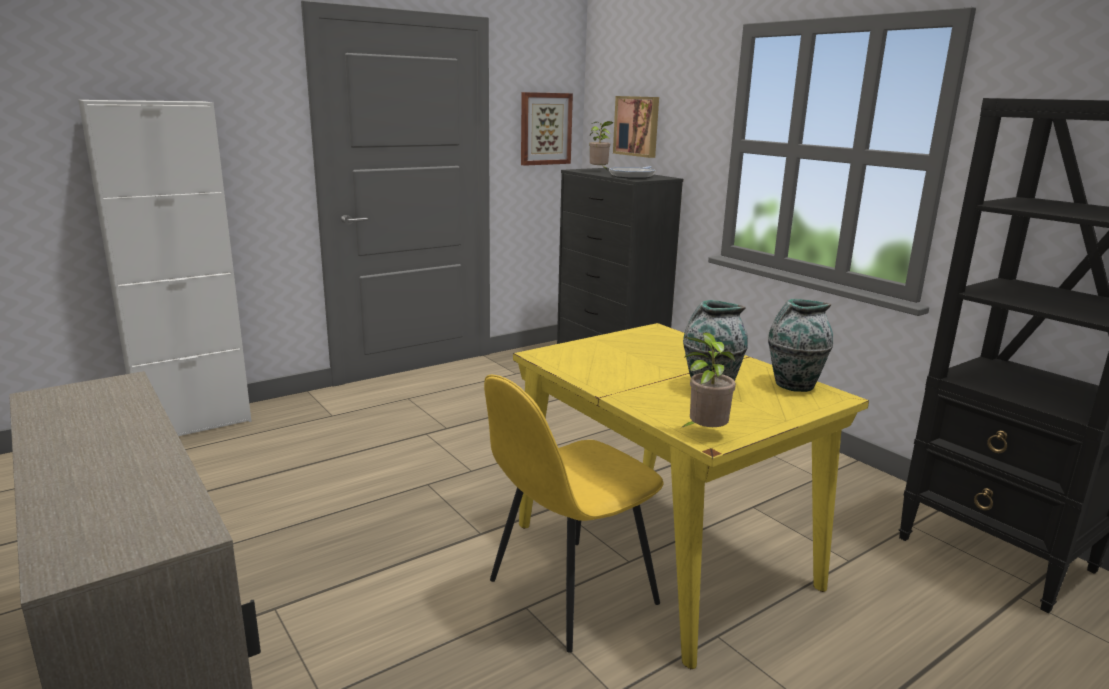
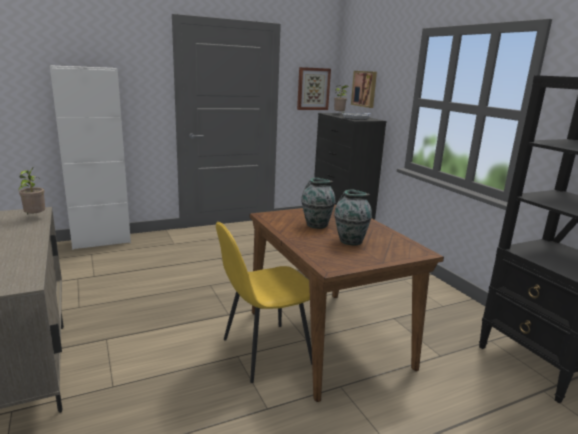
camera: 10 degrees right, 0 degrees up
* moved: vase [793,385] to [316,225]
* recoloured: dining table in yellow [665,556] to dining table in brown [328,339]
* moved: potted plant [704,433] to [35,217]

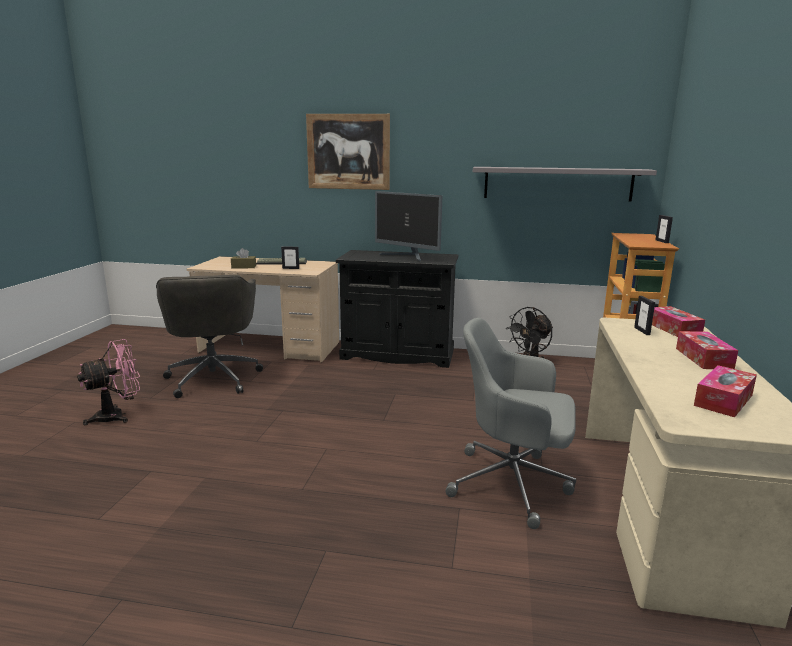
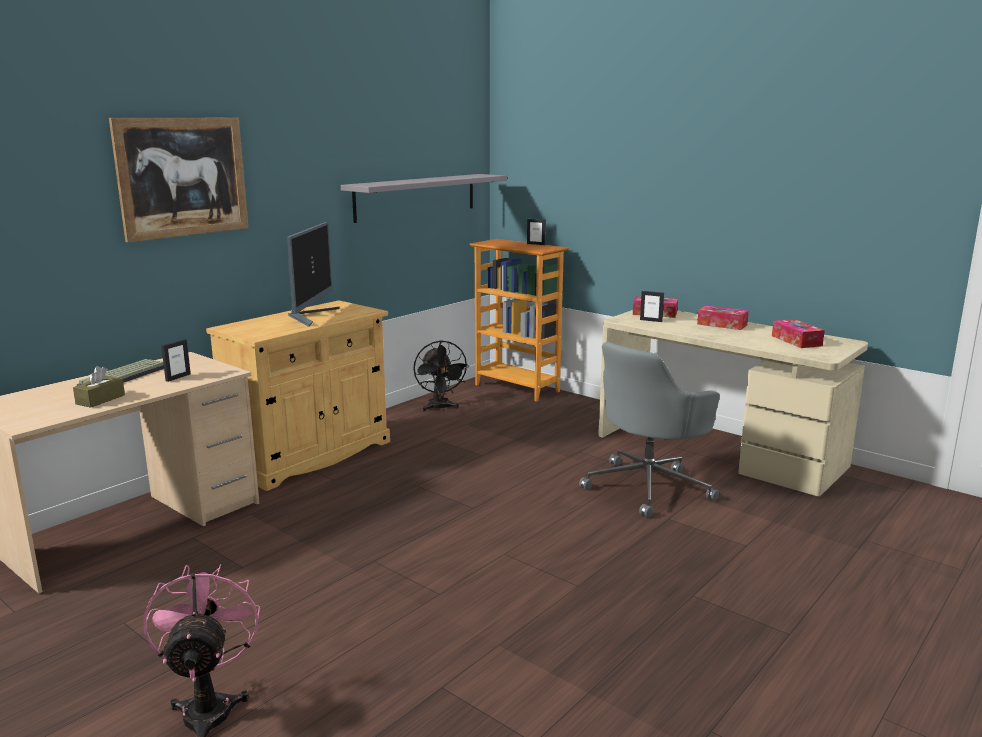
camera: 60 degrees left, 0 degrees up
* turned: monitor [408,256] = [310,316] 60 degrees counterclockwise
* recoloured: cabinet in black [397,354] to cabinet in beige [310,455]
* removed: office chair in grey [213,378]

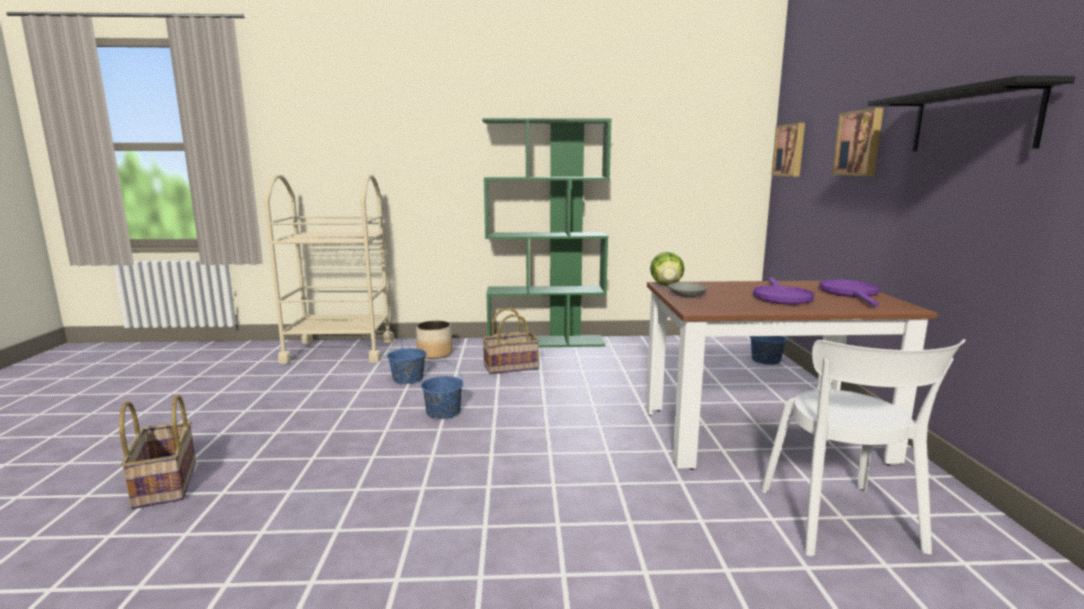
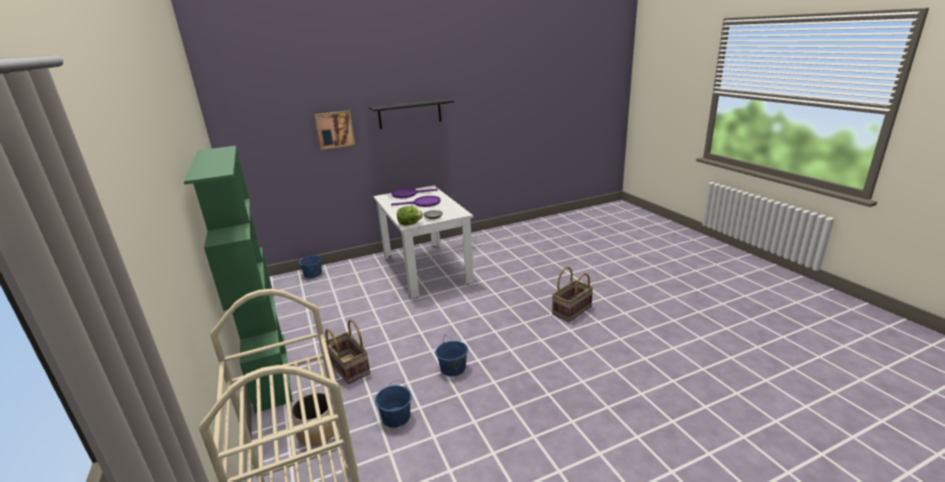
camera: 110 degrees left, 10 degrees up
* removed: picture [790,150]
* recoloured: dining table in brown [761,435] to dining table in white [426,269]
* removed: chair in white [842,524]
* moved: basket [164,484] to [572,311]

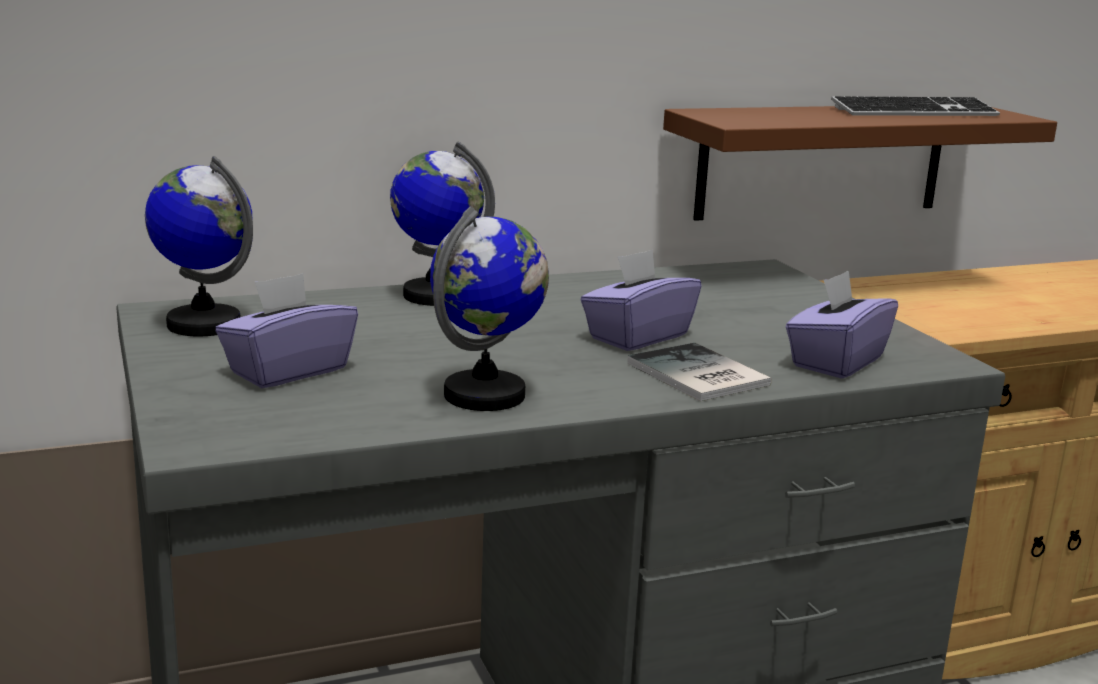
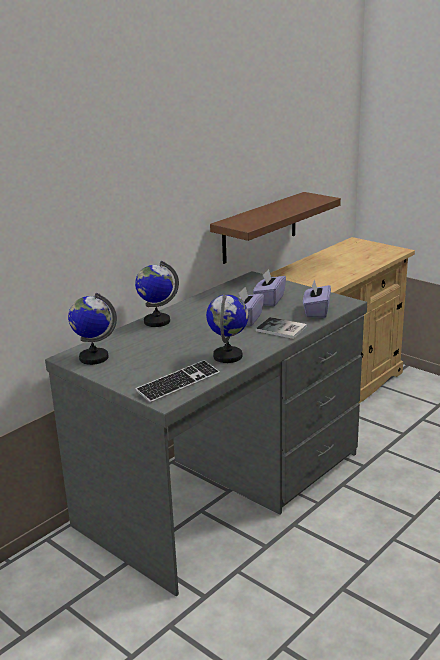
camera: 25 degrees left, 5 degrees up
* moved: keyboard [914,112] to [178,383]
* moved: tissue box in purple [288,371] to [269,300]

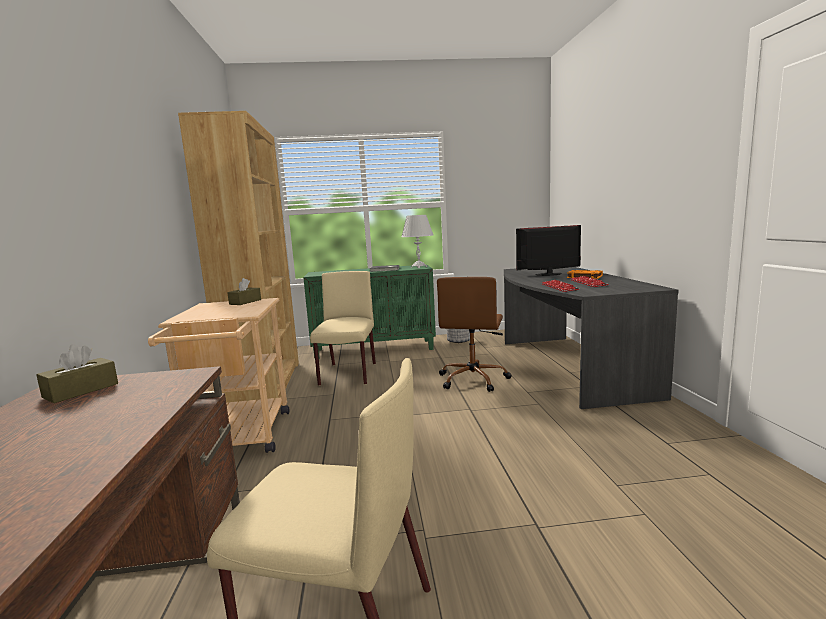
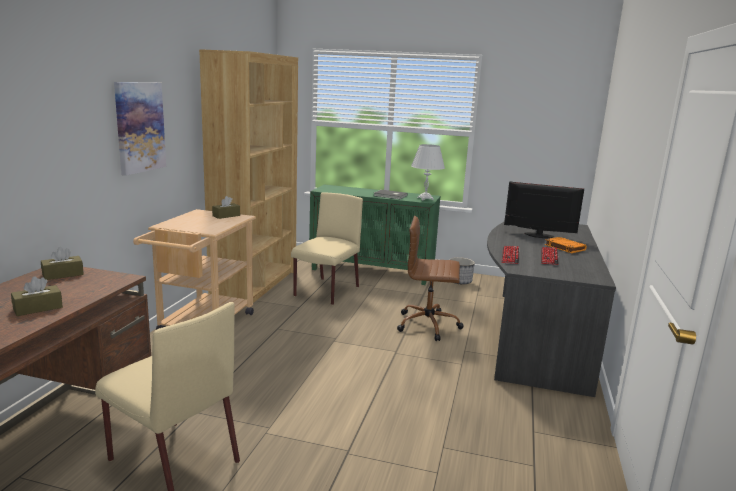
camera: 20 degrees right, 5 degrees up
* turned: office chair in brown [473,379] = [429,325] 60 degrees clockwise
* added: picture [139,127]
* added: tissue box in brown [38,308]

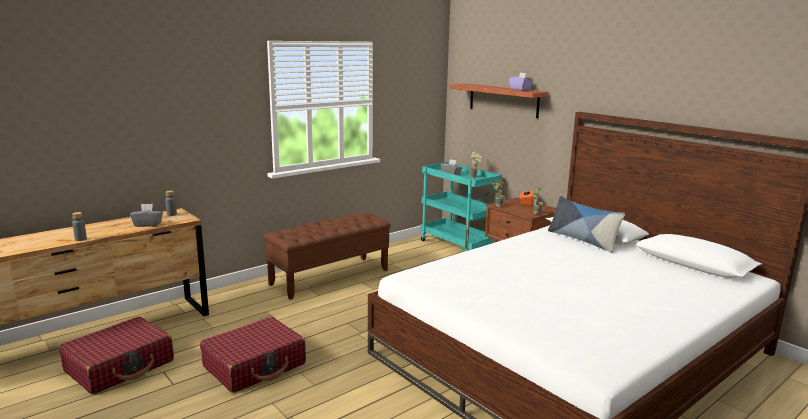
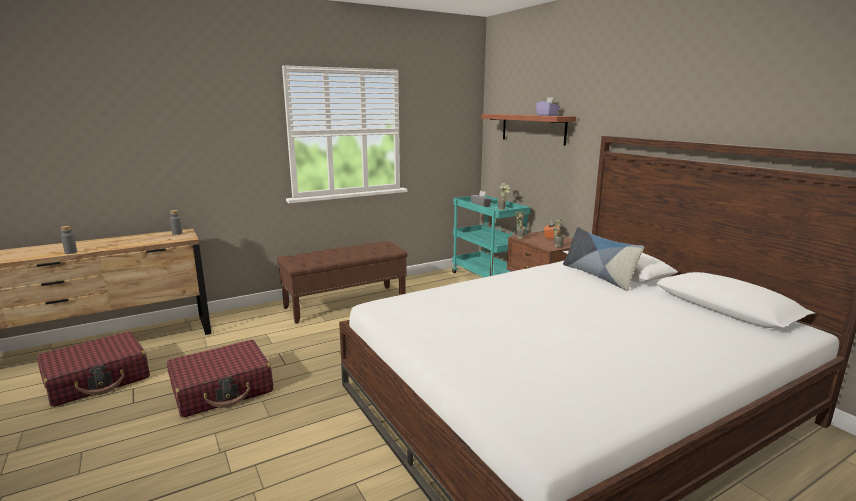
camera: 10 degrees right, 0 degrees up
* removed: tissue box in grey [148,224]

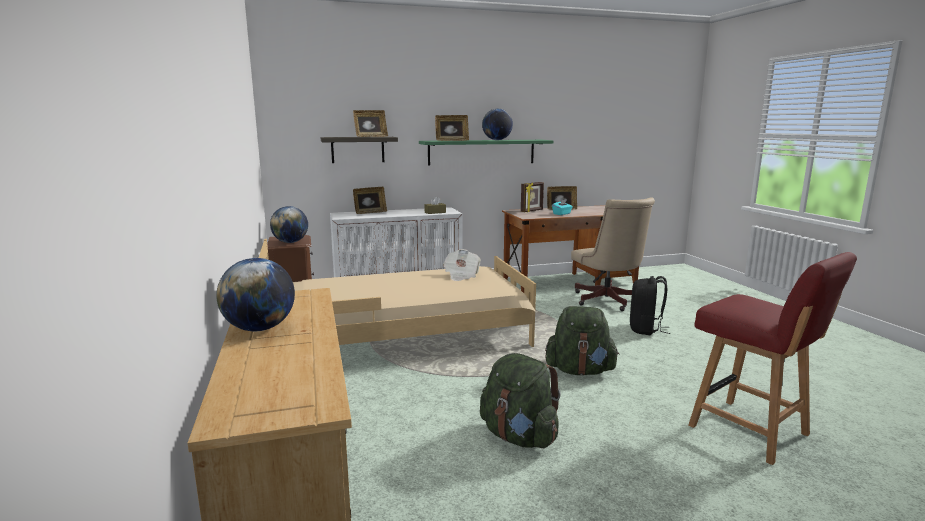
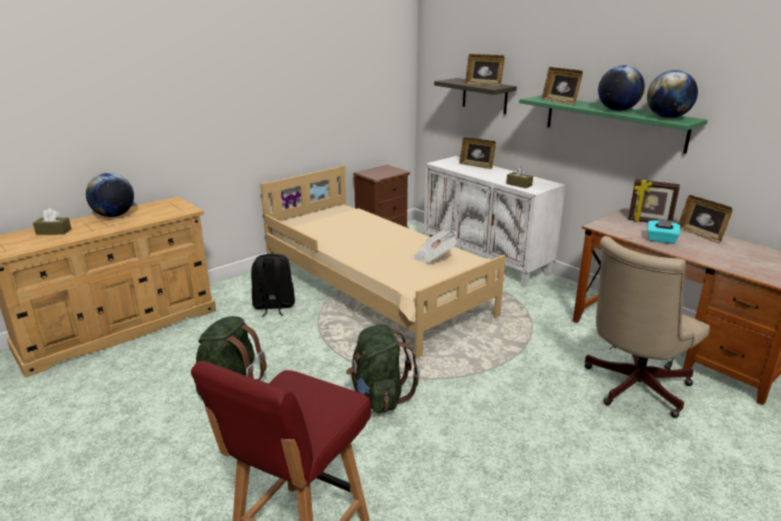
camera: 65 degrees right, 10 degrees up
* moved: globe [290,242] to [667,118]
* moved: backpack in black [646,329] to [273,306]
* added: tissue box in brown [53,231]

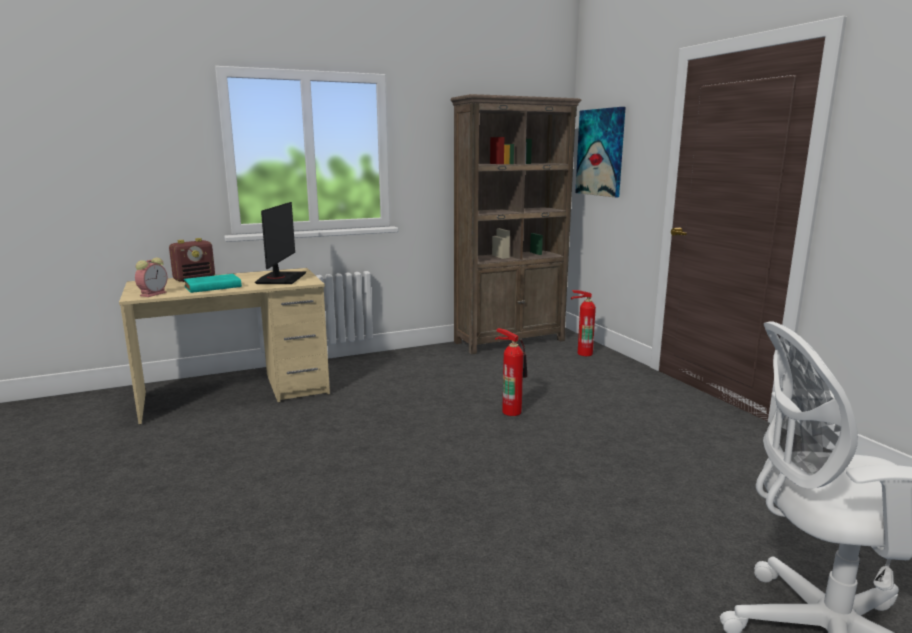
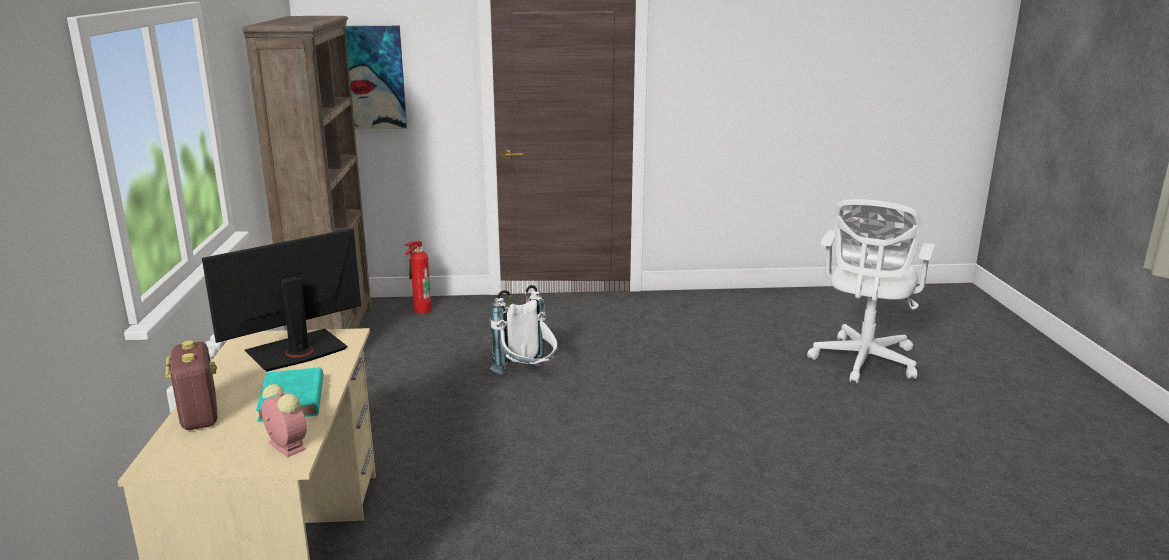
camera: 70 degrees left, 5 degrees up
* turned: monitor [280,278] = [297,351] 60 degrees counterclockwise
* replaced: fire extinguisher [511,411] to backpack in white [528,377]

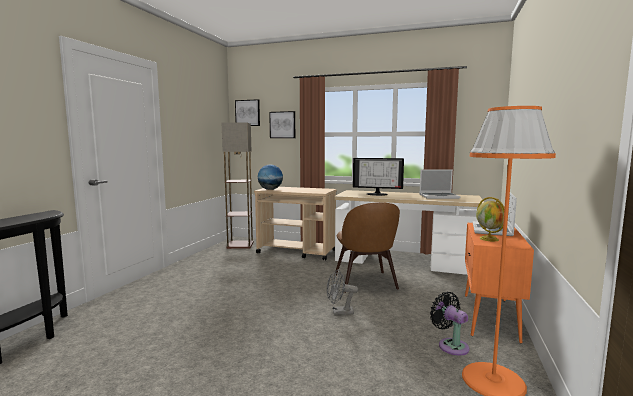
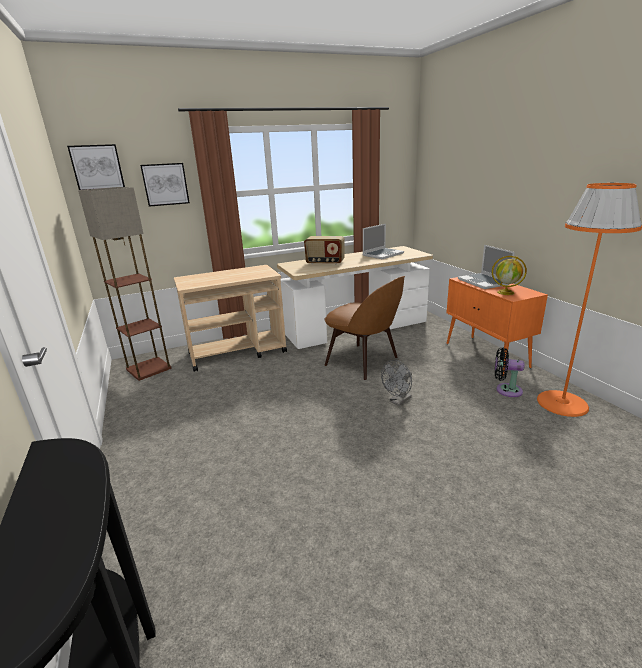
camera: 40 degrees left, 15 degrees up
* replaced: monitor [377,194] to radio [325,263]
* removed: globe [270,189]

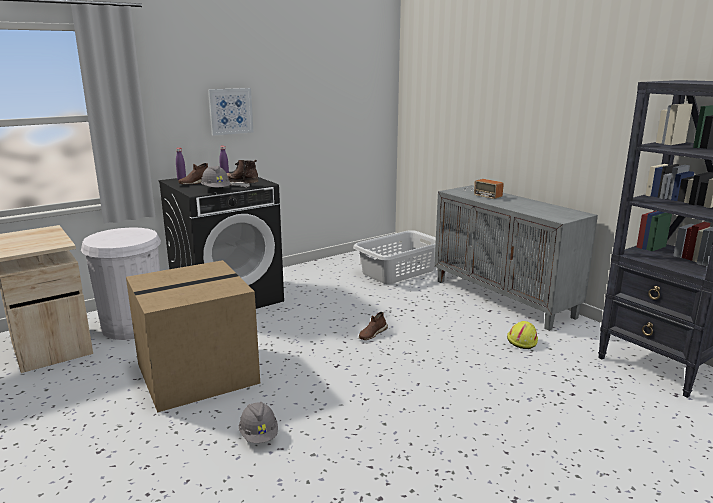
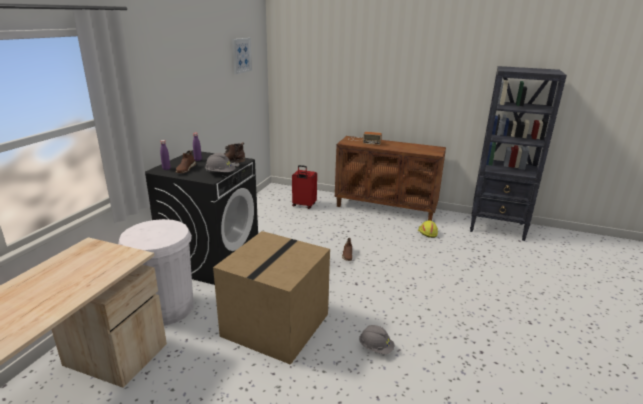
camera: 35 degrees left, 5 degrees up
* moved: picture [230,111] to [241,55]
* recoloured: cabinet in grey [504,298] to cabinet in brown [386,208]
* replaced: laundry basket in grey [397,272] to suitcase in red [303,205]

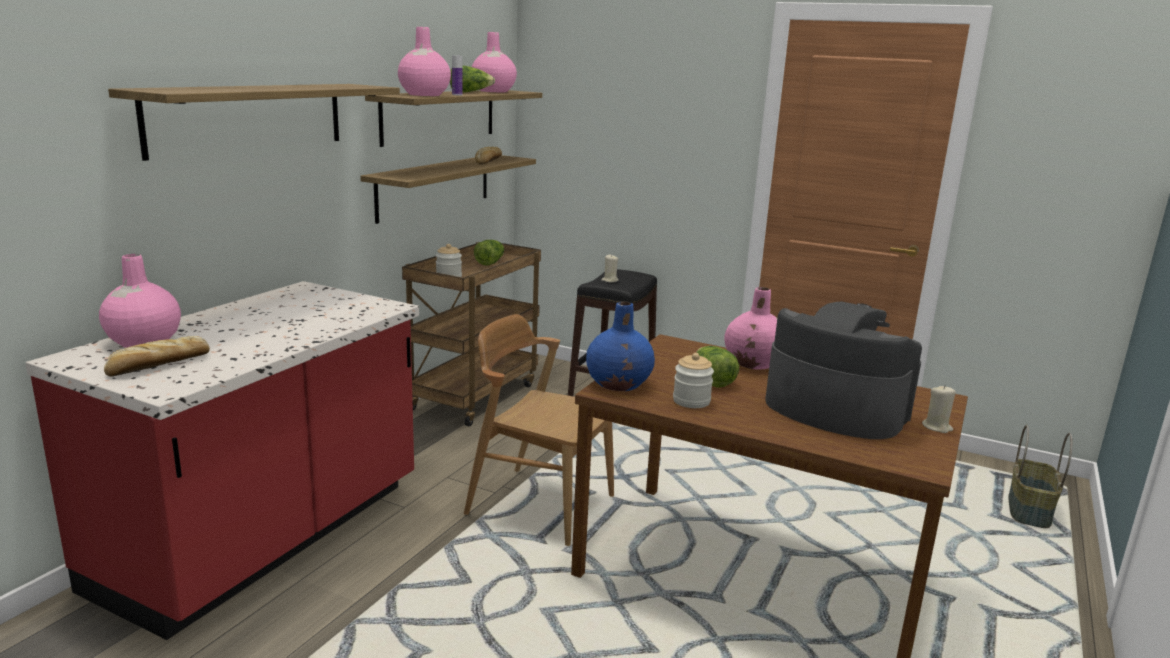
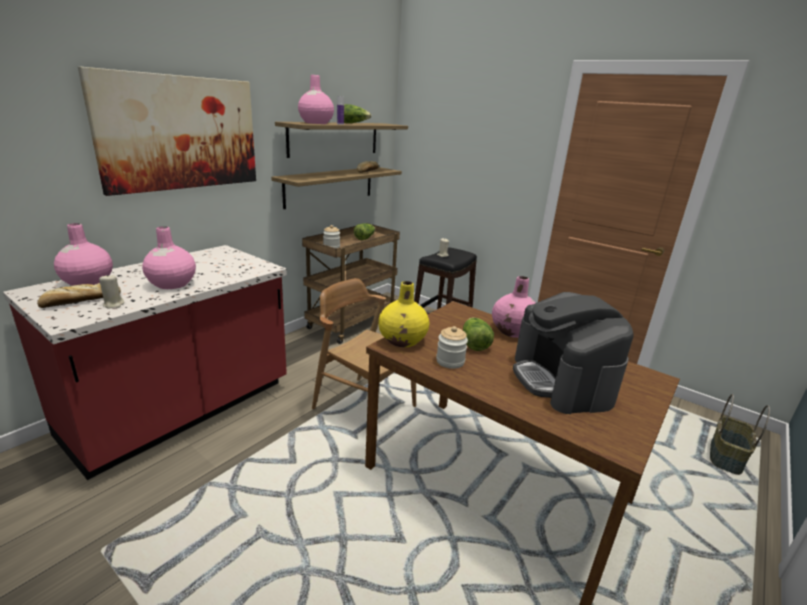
camera: 10 degrees right, 5 degrees up
* moved: vase in pink [493,91] to [171,284]
* replaced: shelf [249,117] to picture [180,133]
* recoloured: vase in blue [619,383] to vase in yellow [403,340]
* turned: coffee machine [834,409] = [562,380] 150 degrees counterclockwise
* moved: candle in beige [937,427] to [114,304]

